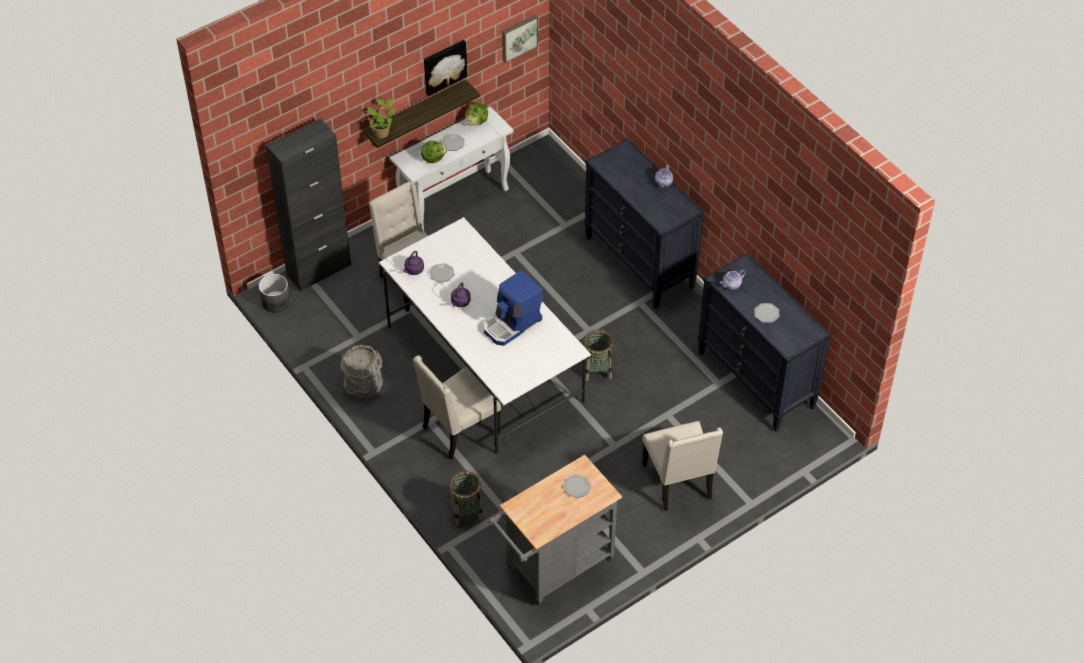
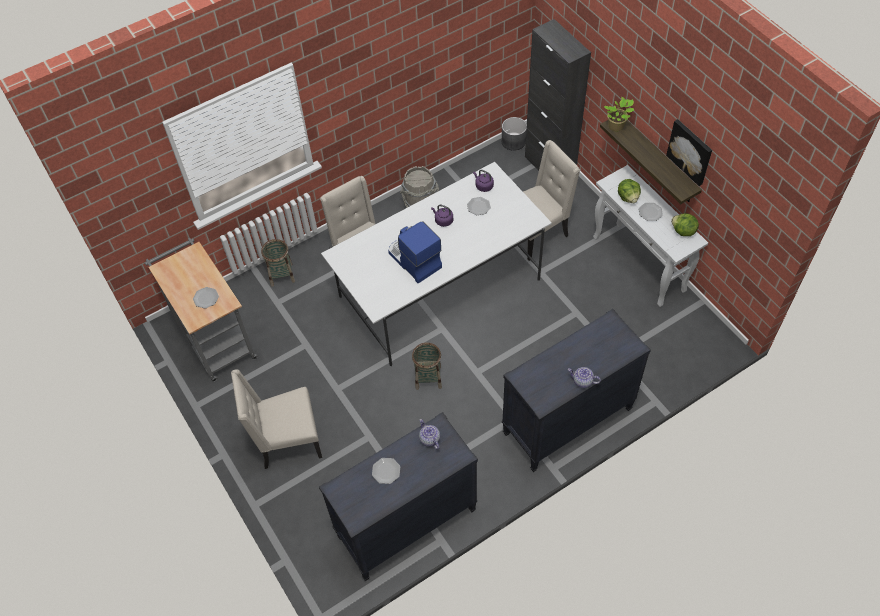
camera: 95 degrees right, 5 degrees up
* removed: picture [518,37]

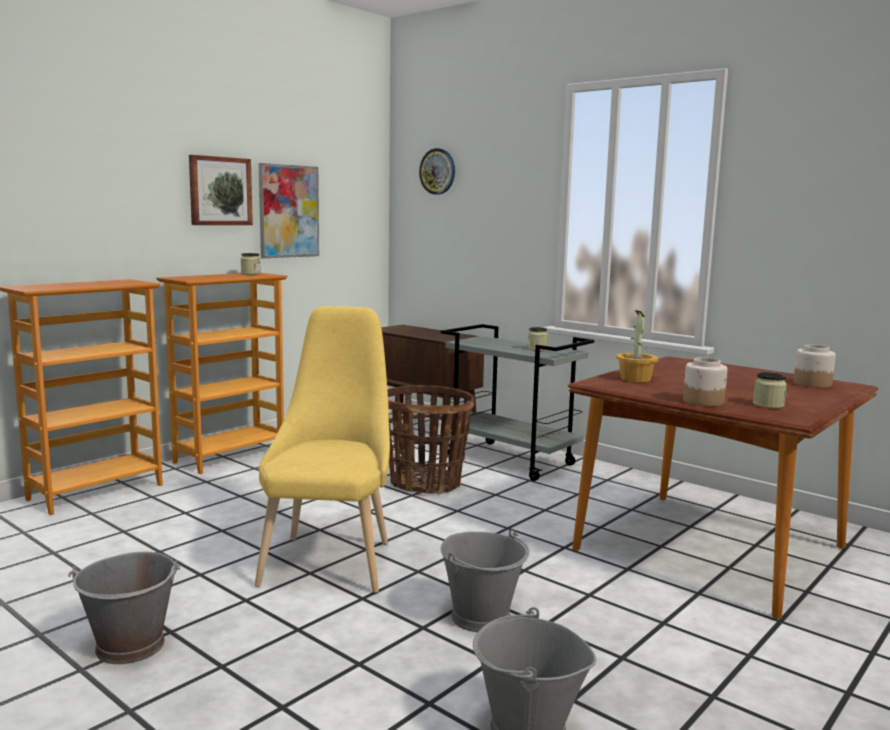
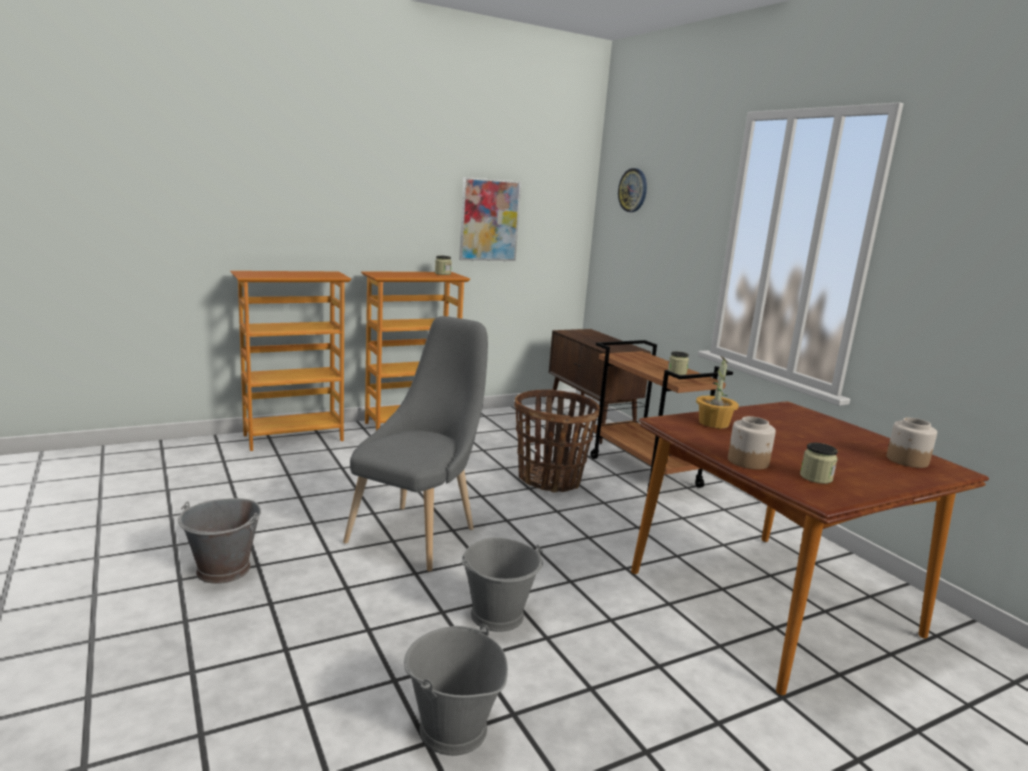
camera: 20 degrees right, 5 degrees up
* removed: picture [220,191]
* recoloured: chair in yellow [331,559] to chair in grey [418,533]
* recoloured: cart in grey [512,461] to cart in brown [646,472]

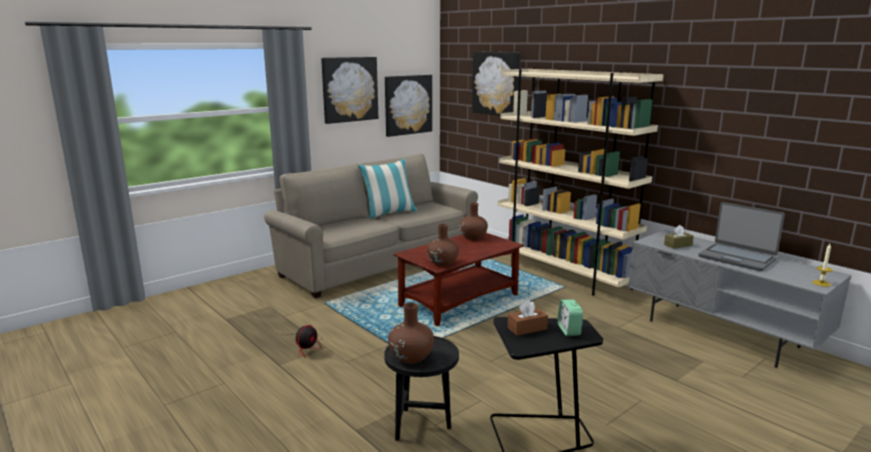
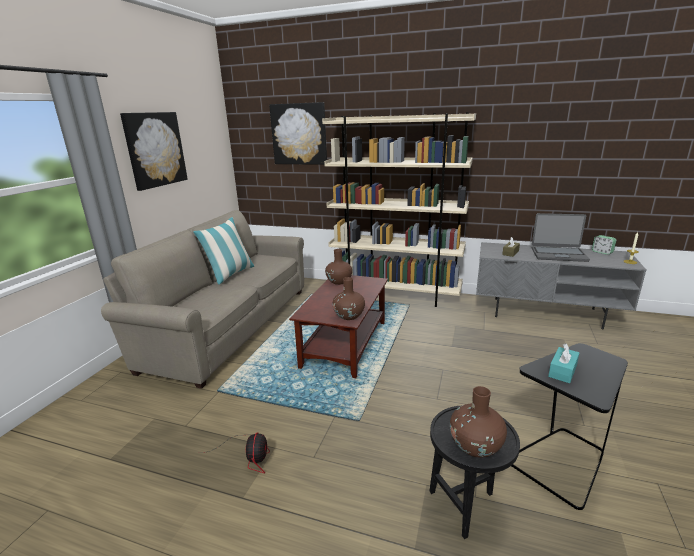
camera: 30 degrees left, 5 degrees up
* removed: picture [408,105]
* recoloured: tissue box in brown [527,328] to tissue box in turquoise [562,371]
* moved: alarm clock [569,330] to [602,252]

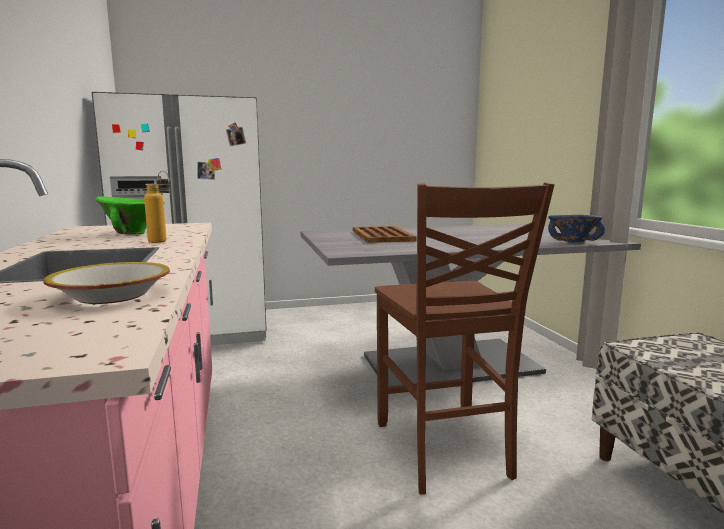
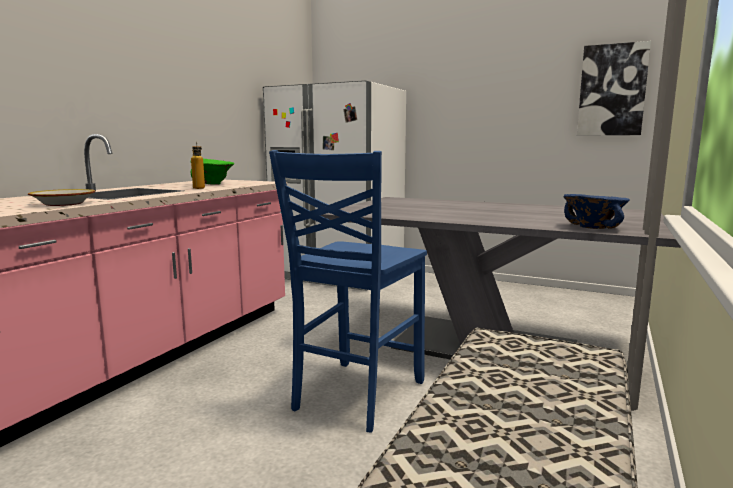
camera: 40 degrees right, 0 degrees up
* recoloured: chair in brown [443,450] to chair in blue [356,395]
* removed: tray in brown [382,236]
* added: picture [612,90]

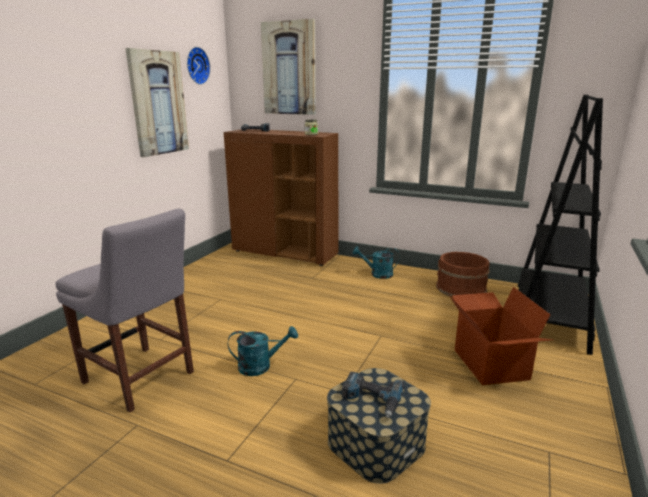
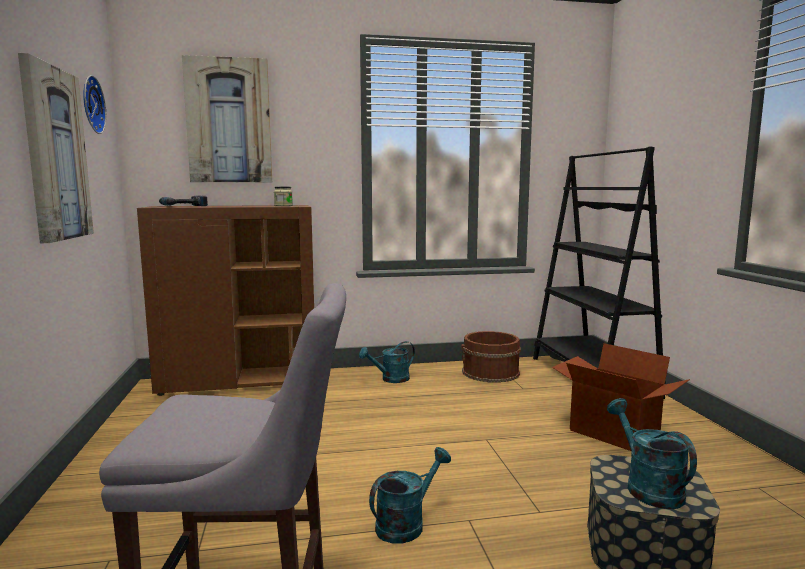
camera: 35 degrees left, 10 degrees down
* replaced: power drill [371,399] to watering can in turquoise [647,487]

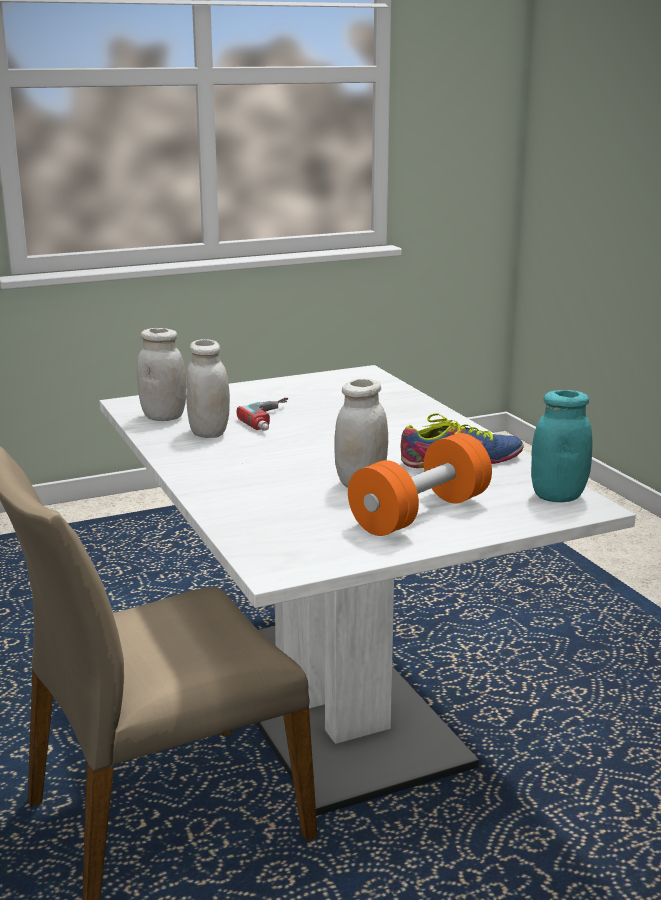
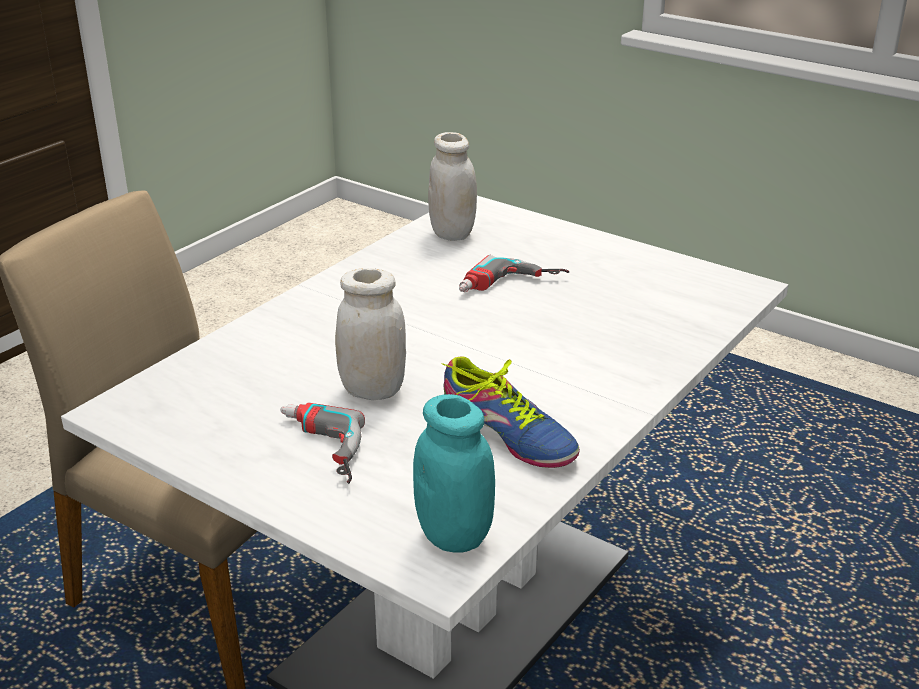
camera: 60 degrees right, 10 degrees up
* removed: jar in white [209,433]
* replaced: dumbbell in orange [420,513] to power drill [316,450]

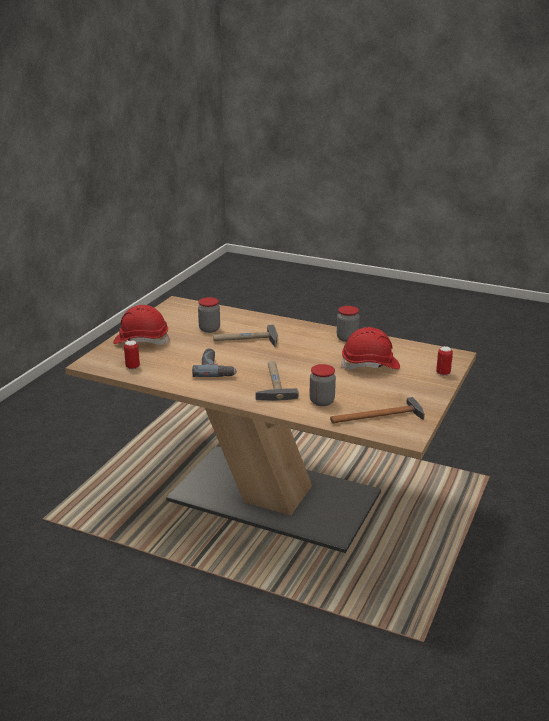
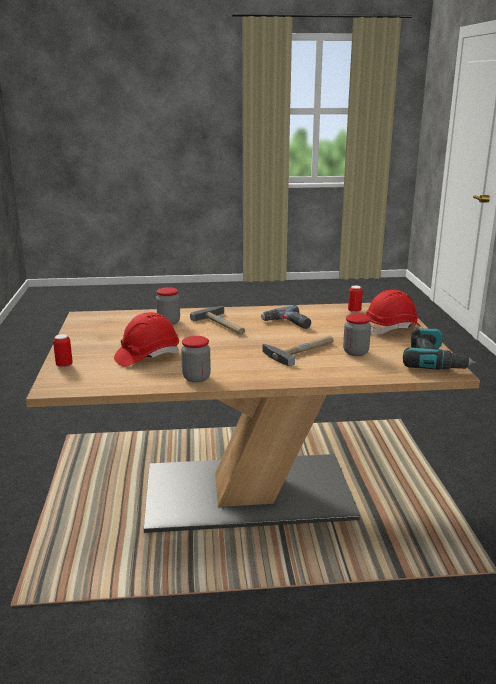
camera: 150 degrees right, 5 degrees down
* removed: hammer [381,416]
* added: power drill [434,361]

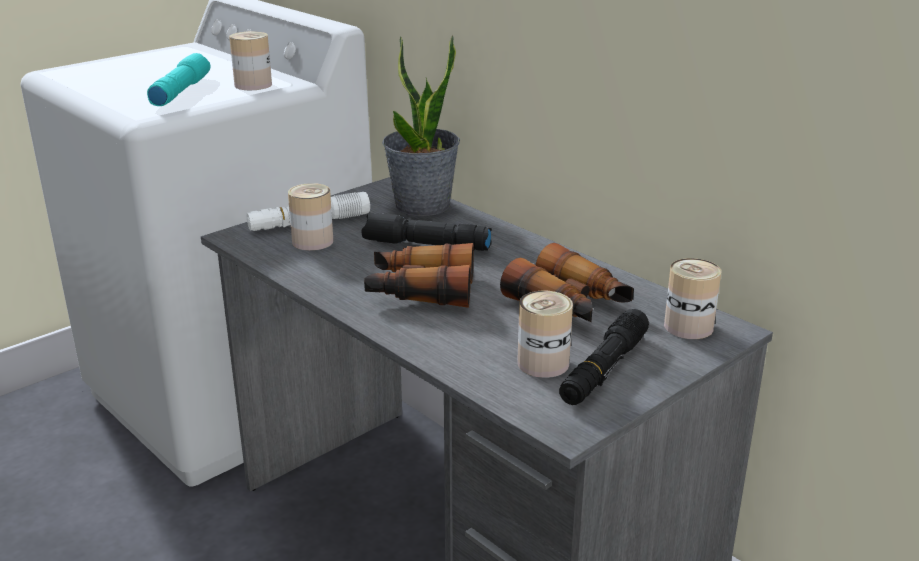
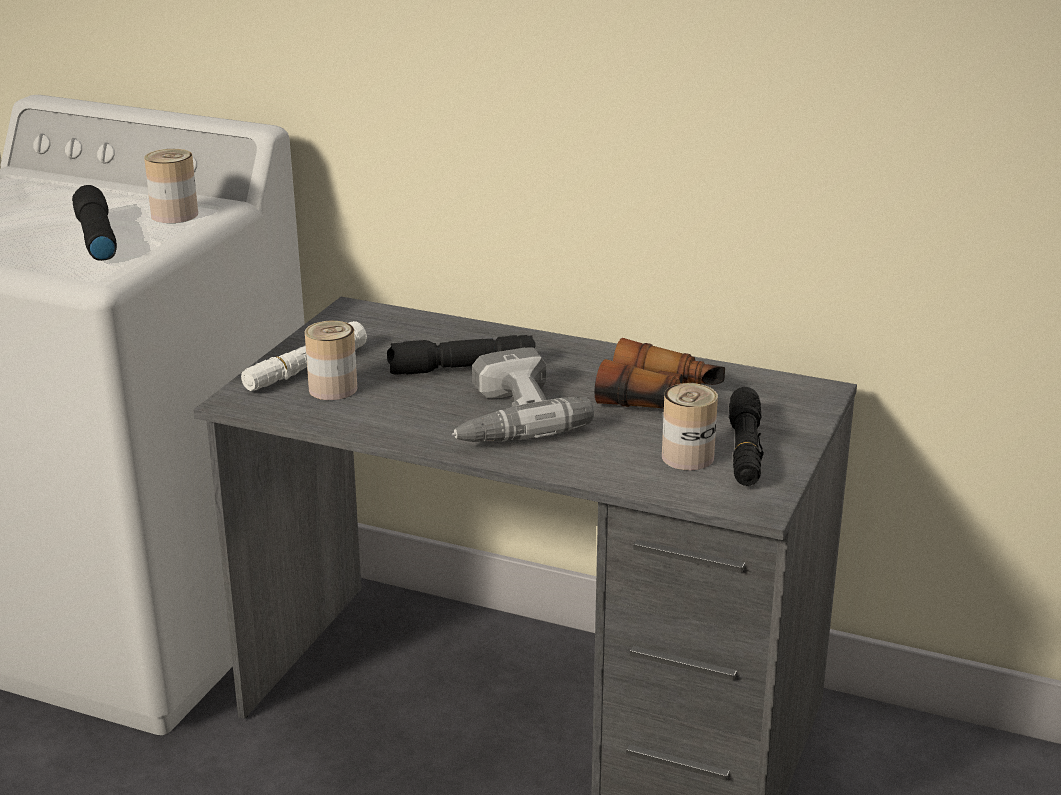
camera: 25 degrees left, 0 degrees up
* removed: potted plant [422,206]
* recoloured: flashlight in turquoise [180,92] to flashlight in black [95,237]
* replaced: binoculars [420,291] to power drill [504,416]
* removed: can [688,327]

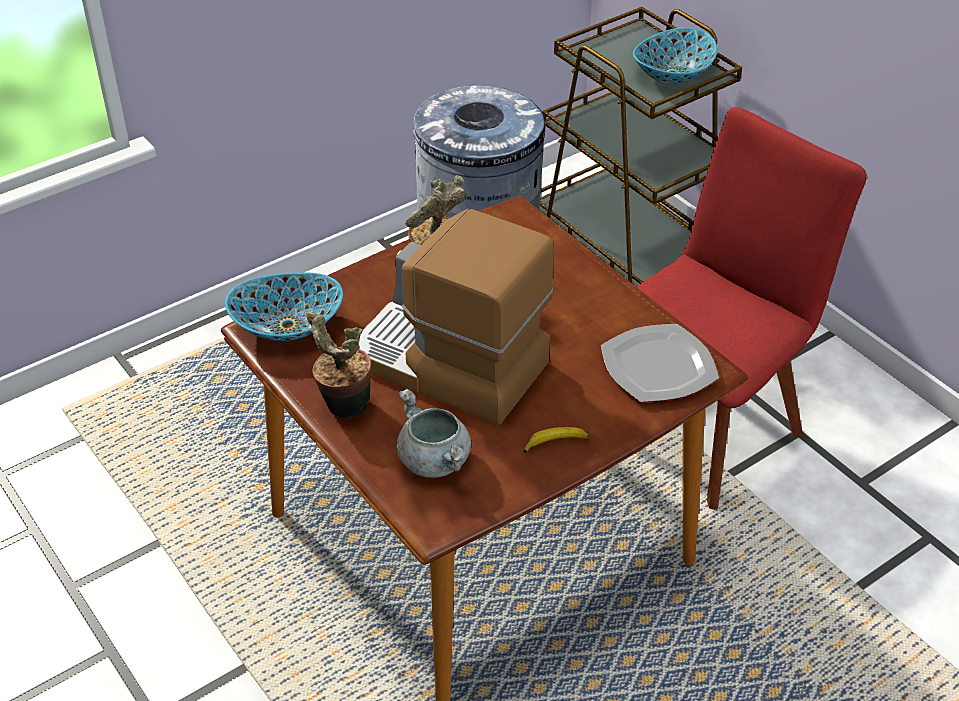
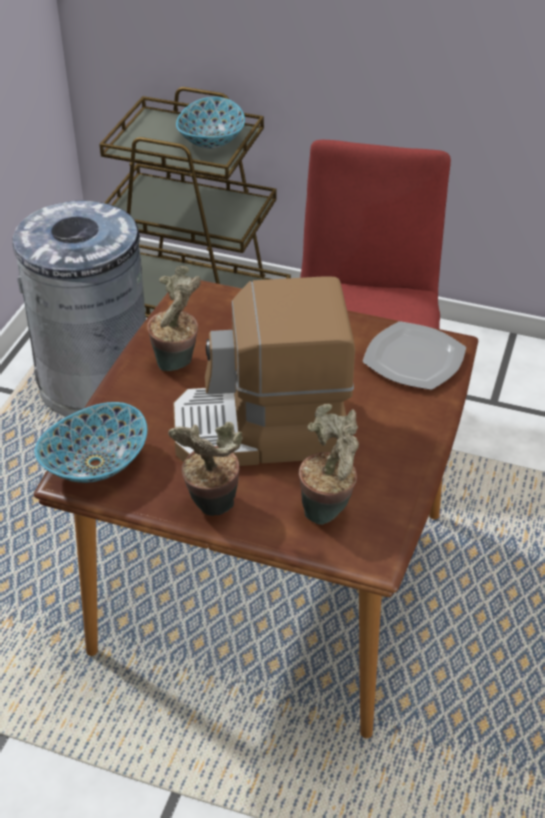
camera: 35 degrees left, 0 degrees up
* replaced: cooking pot in grey [436,461] to potted plant [328,510]
* removed: banana [555,443]

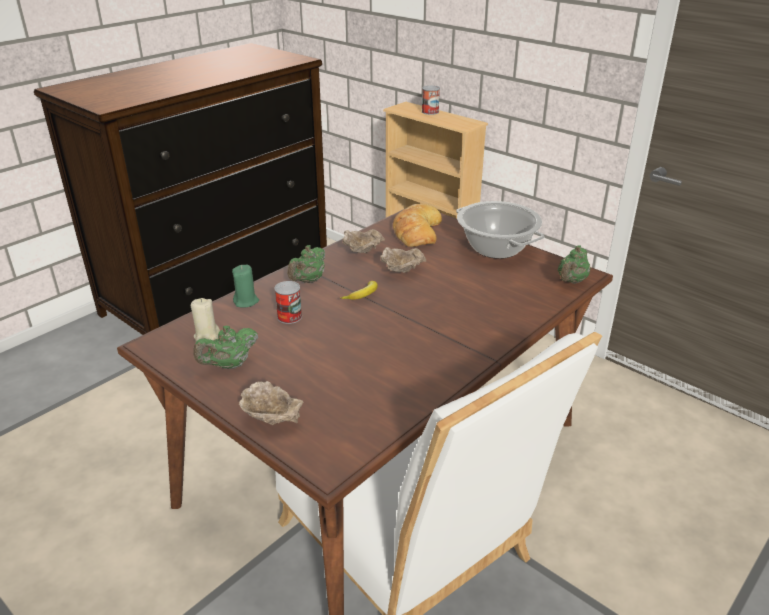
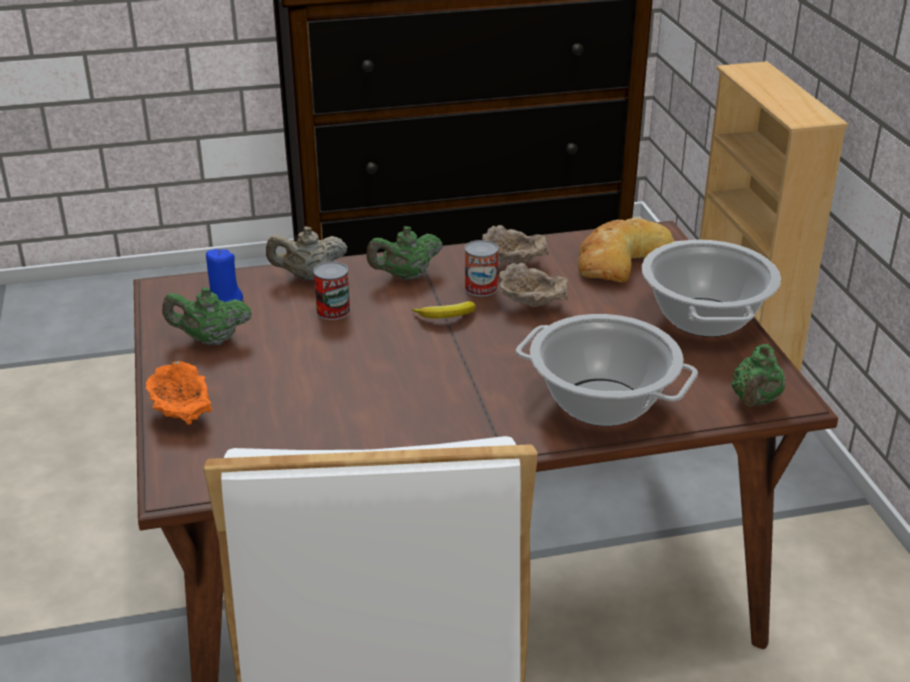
camera: 35 degrees right, 0 degrees up
* moved: can [430,112] to [481,288]
* turned: teapot in green [571,281] = [755,401] 45 degrees counterclockwise
* replaced: candle in green [246,301] to teapot in beige [308,276]
* recoloured: candle in beige [207,336] to candle in blue [224,300]
* recoloured: bowl in beige [272,421] to bowl in orange [182,415]
* added: cooking pot [601,403]

